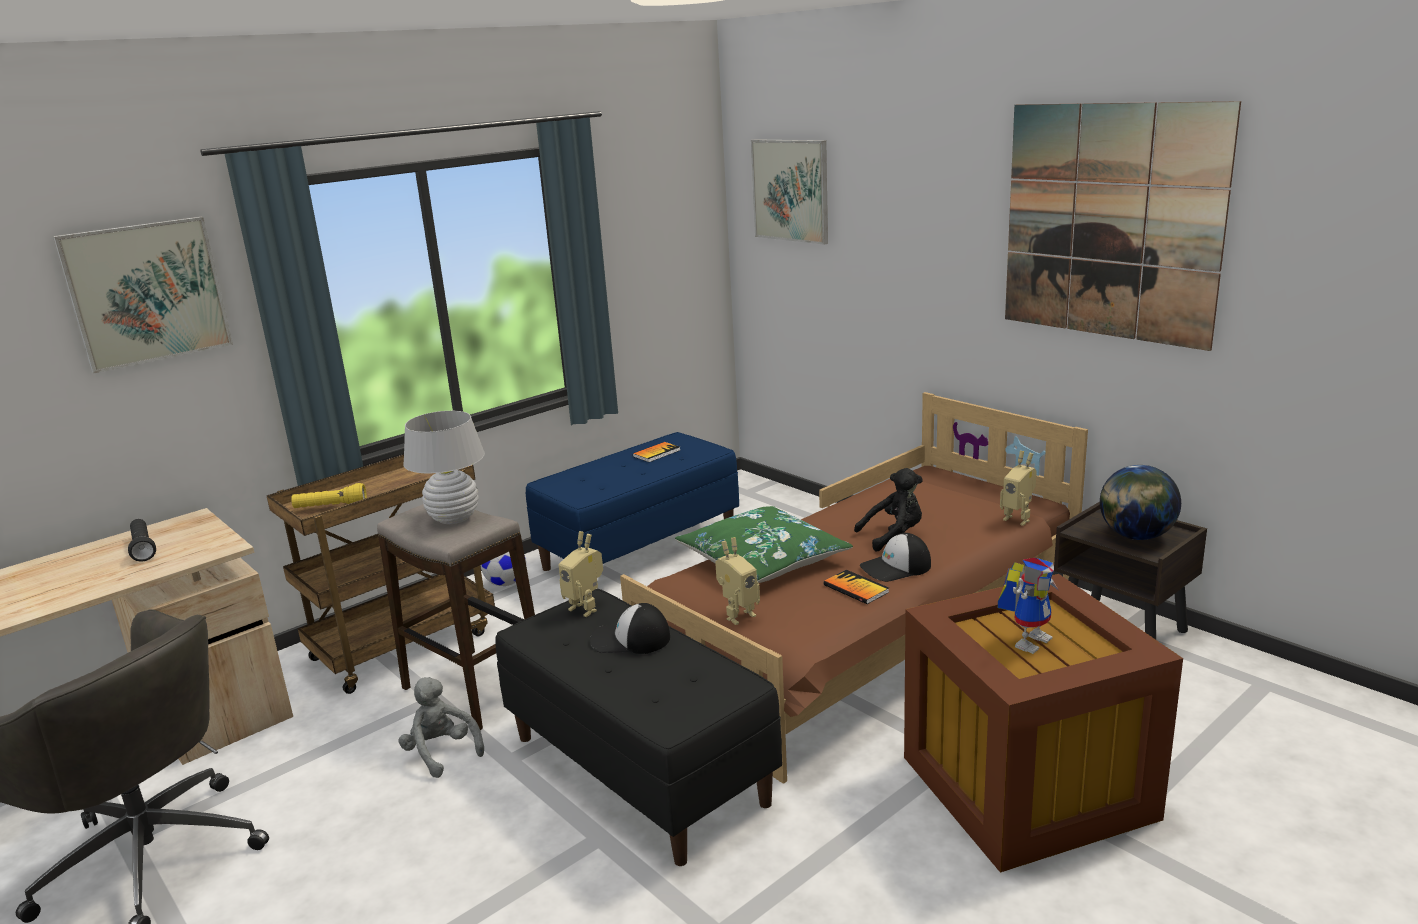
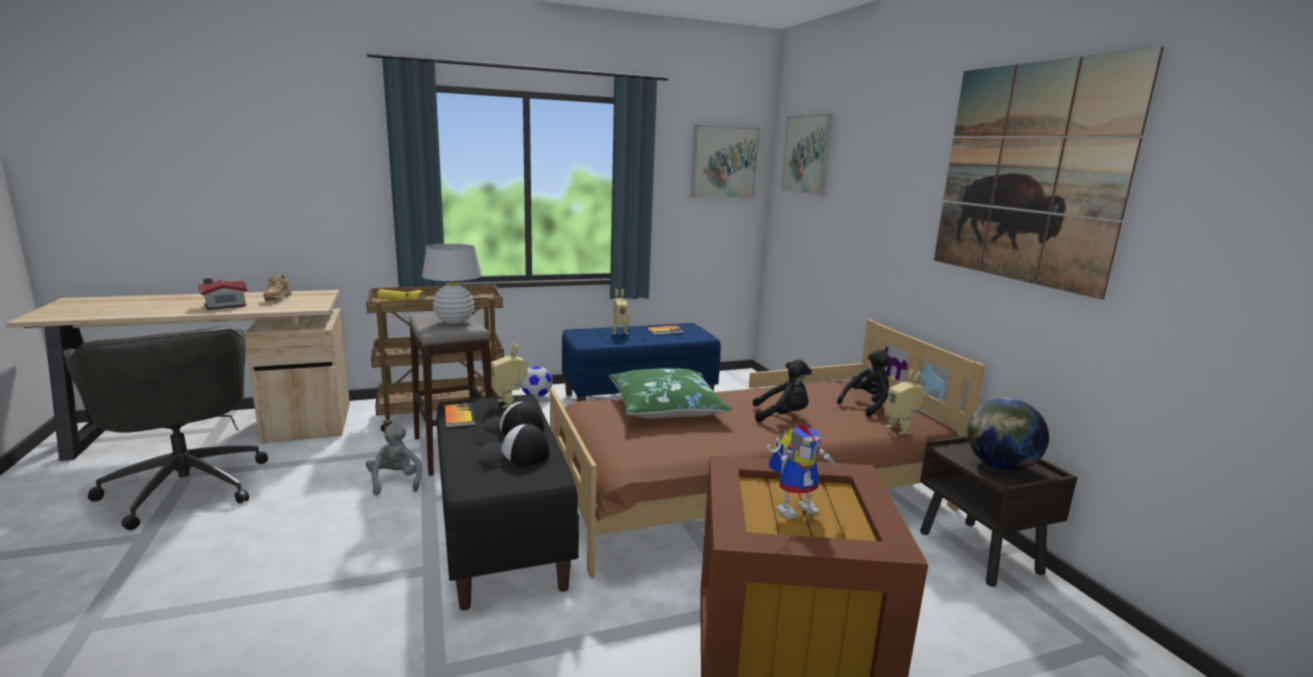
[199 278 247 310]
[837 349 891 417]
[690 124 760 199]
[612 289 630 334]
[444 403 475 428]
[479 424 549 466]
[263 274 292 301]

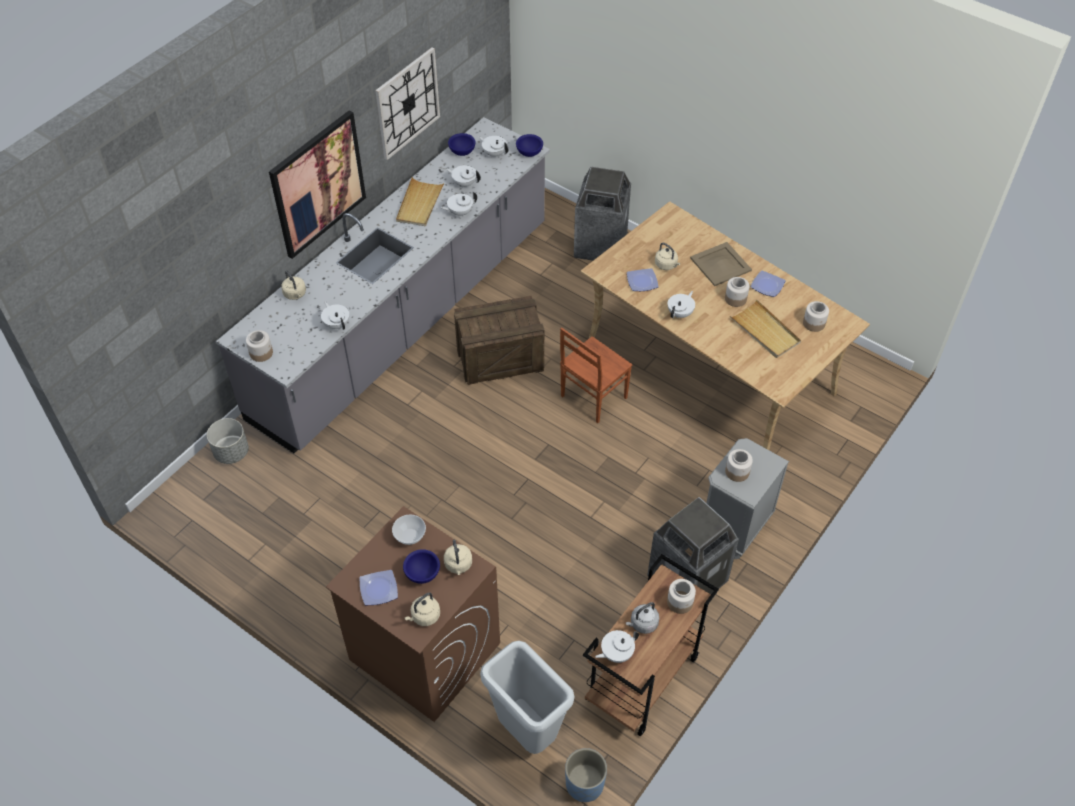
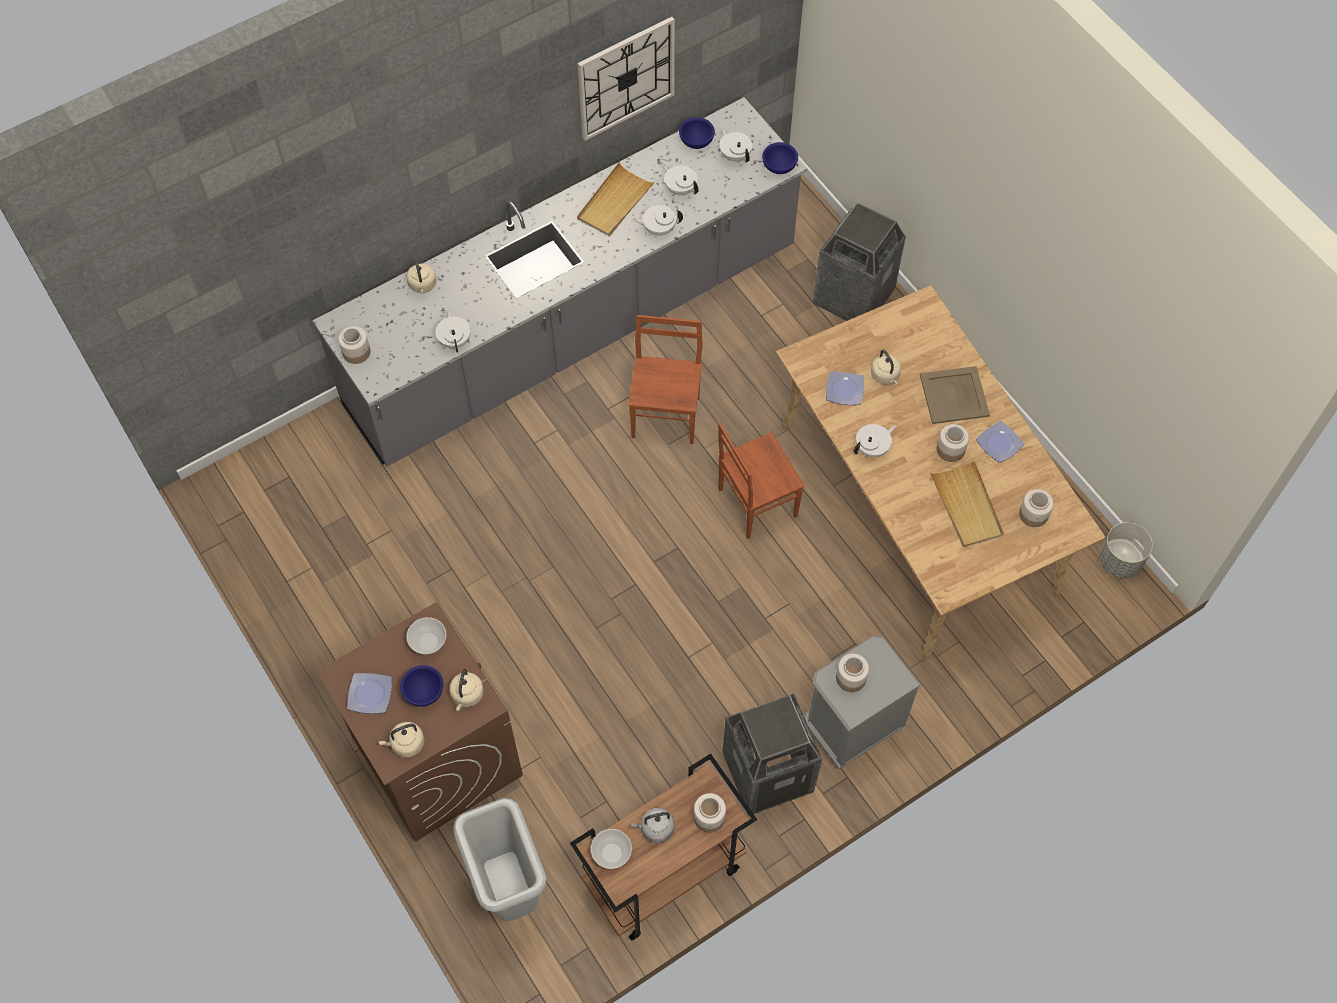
[269 110 366 259] (first image)
[565 748 607 802] (first image)
[1099 522 1153 578]
[628 315 703 444]
[591 829 632 869]

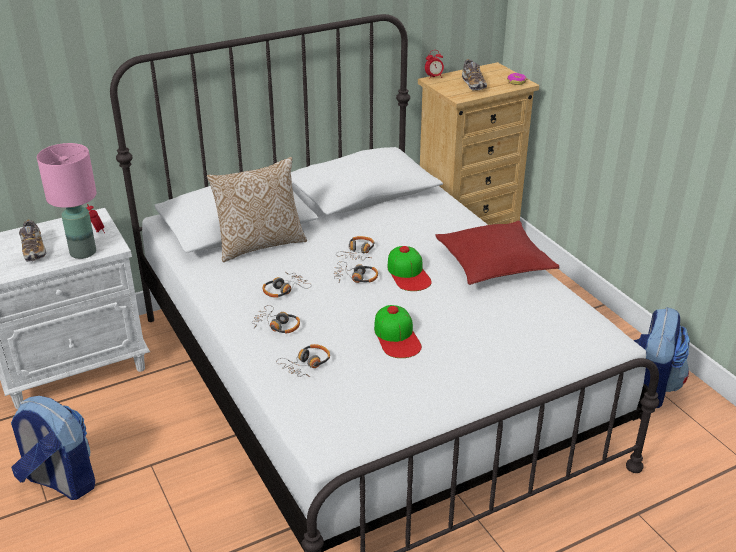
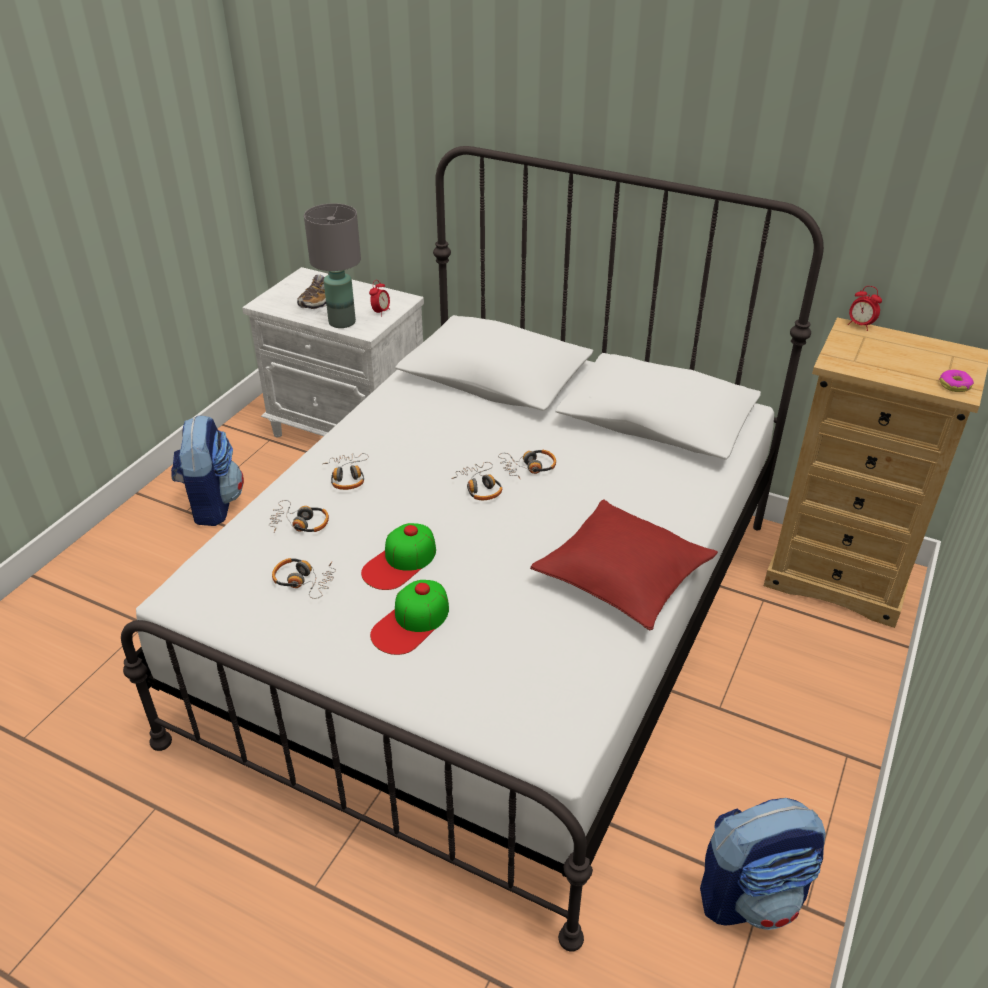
[207 157 307 262] (first image)
[462 59 487 91] (first image)
[272 558 336 599]
[370 580 449 655]
[304 203 361 328]

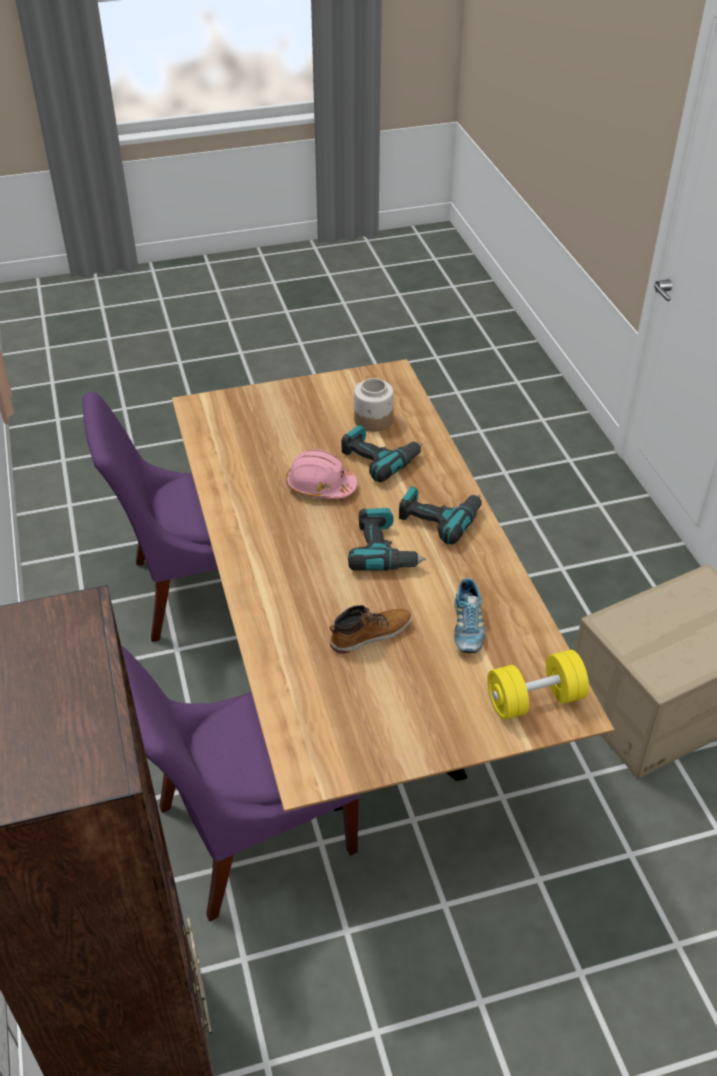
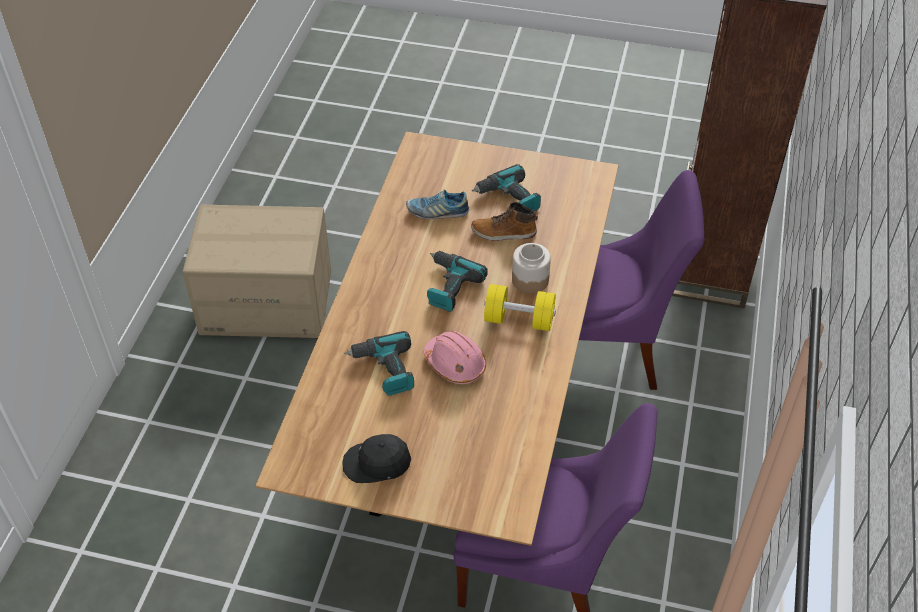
[342 434 411 483]
[512 243 551 294]
[472 164 541 211]
[484 284 556 331]
[406 189 469 219]

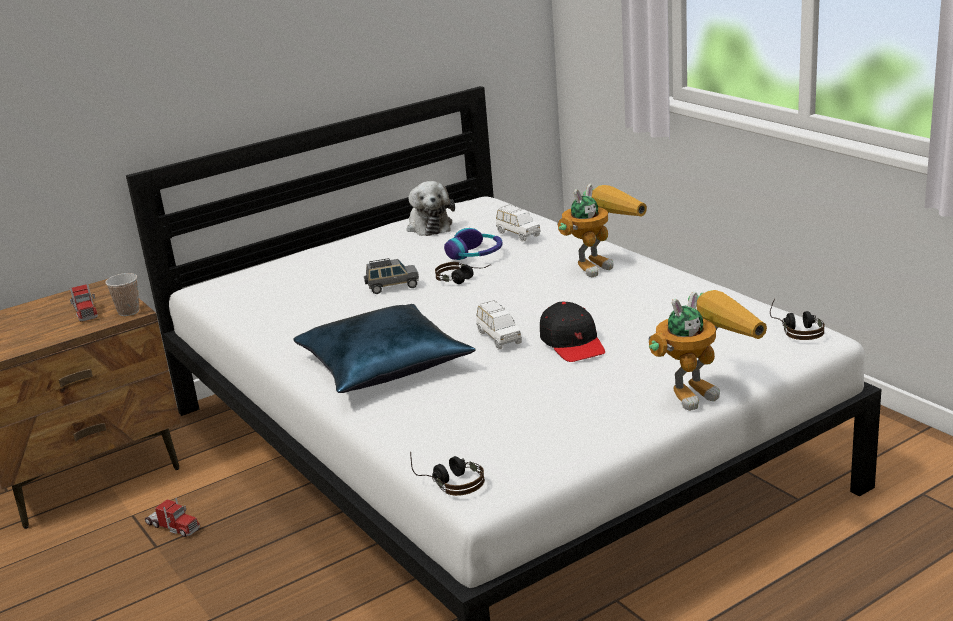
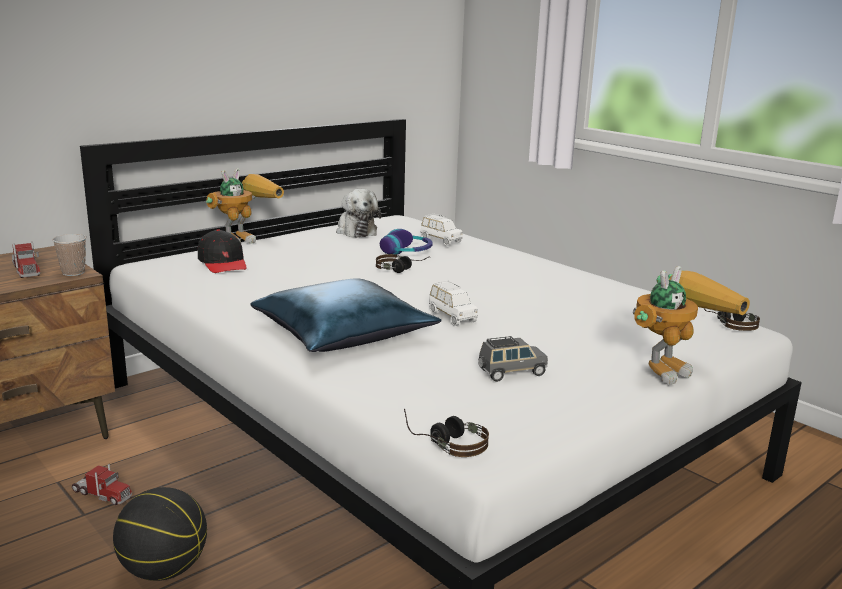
[113 487 207 581]
[478 336 548 382]
[198 229 247 273]
[206 168 284 244]

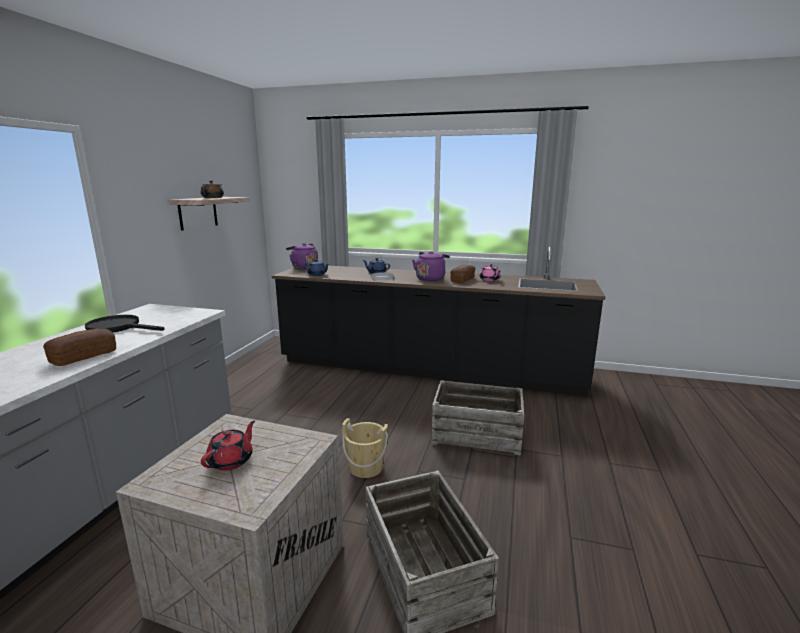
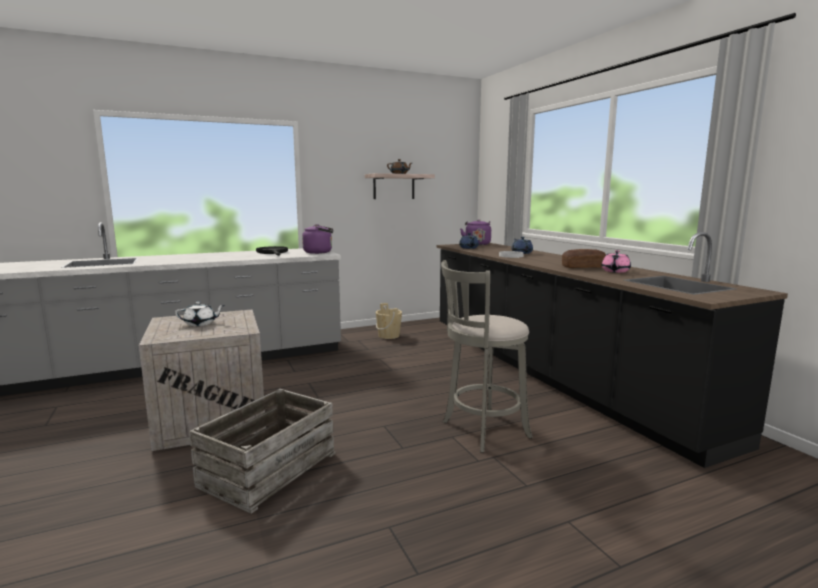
[43 329 116 366] (first image)
[376 303 402 339]
[302 224 333 254]
[441 260 533 453]
[175 301 225 326]

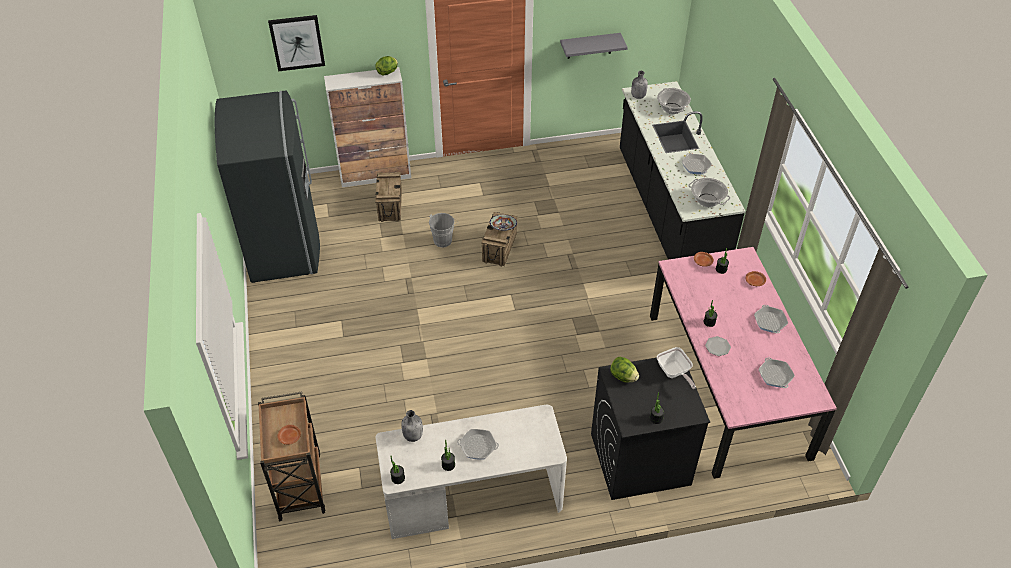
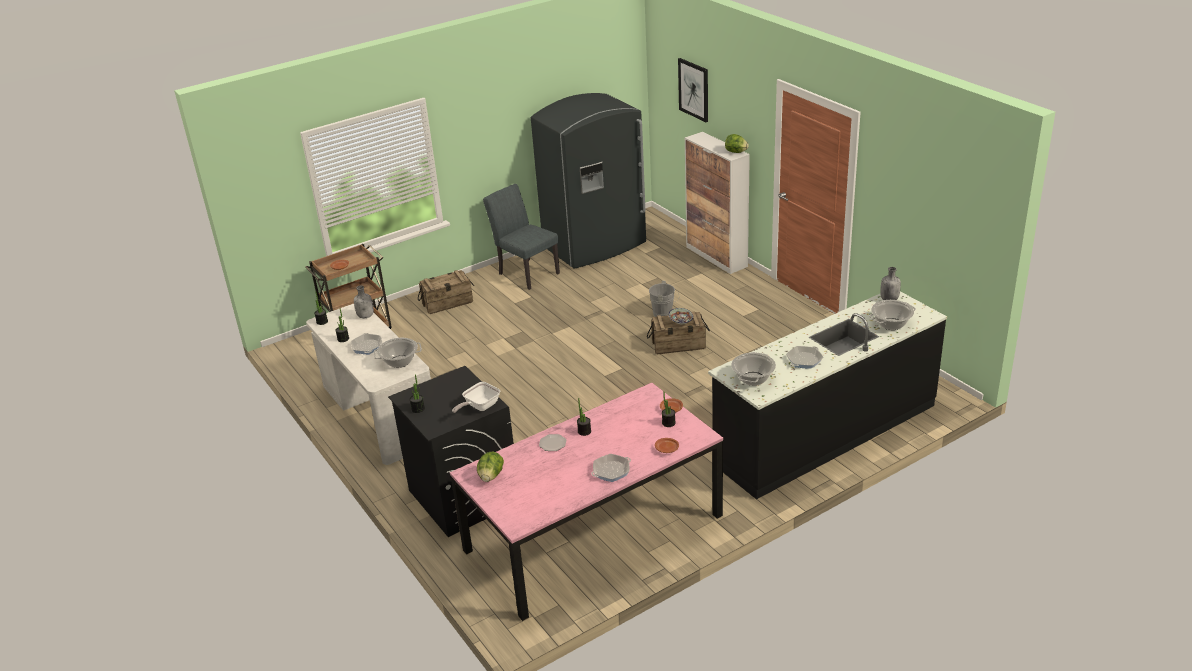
[560 33 628 59] (first image)
[758 358 795 388] (first image)
[374 338 422 368]
[483 184 560 290]
[418 270 474 314]
[477 452 504 482]

